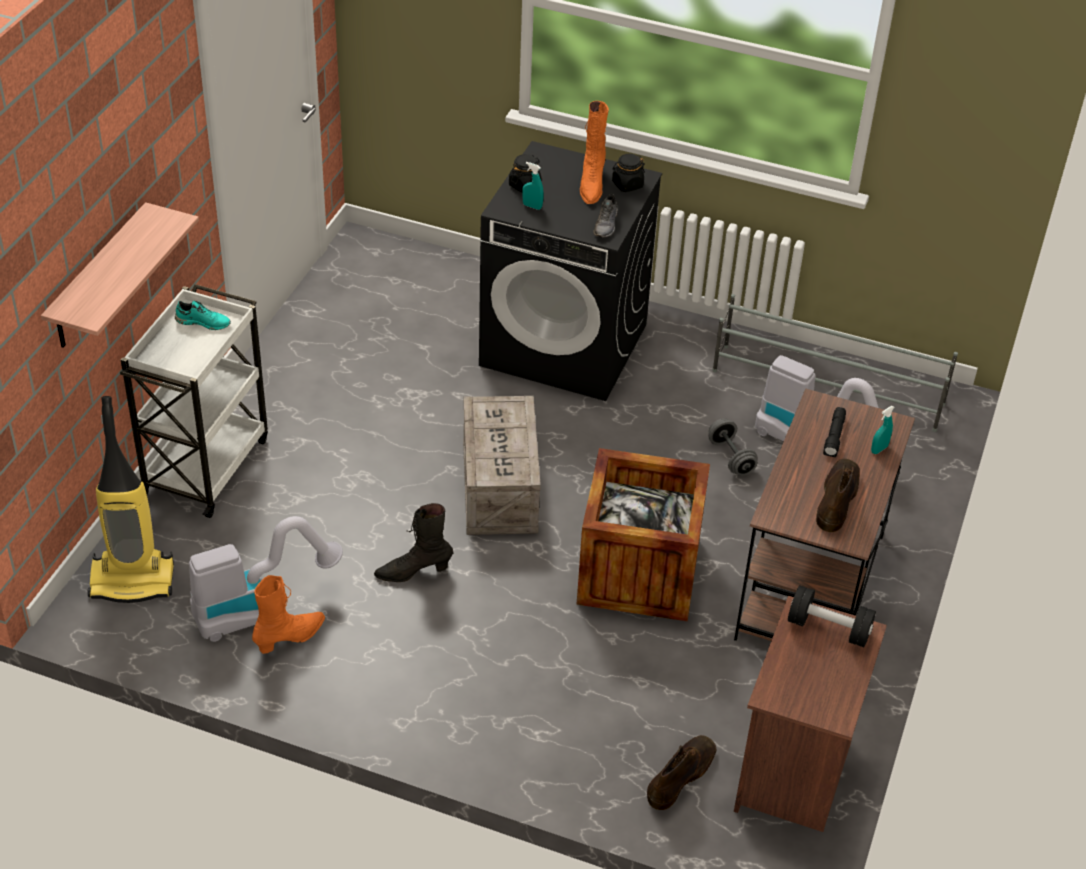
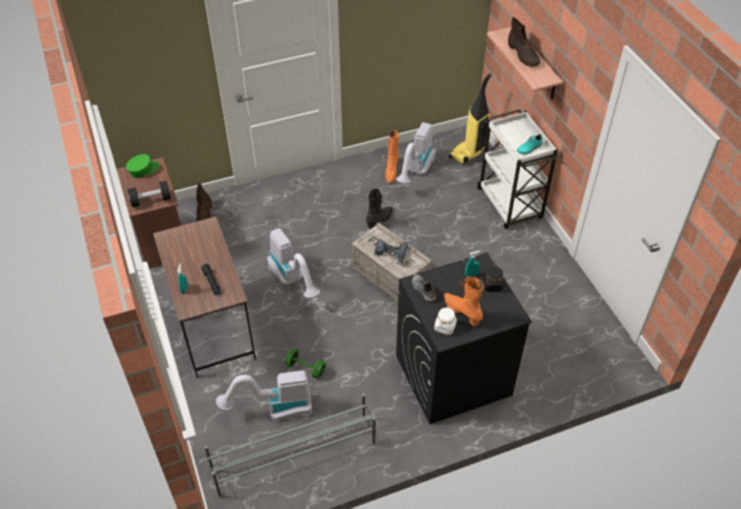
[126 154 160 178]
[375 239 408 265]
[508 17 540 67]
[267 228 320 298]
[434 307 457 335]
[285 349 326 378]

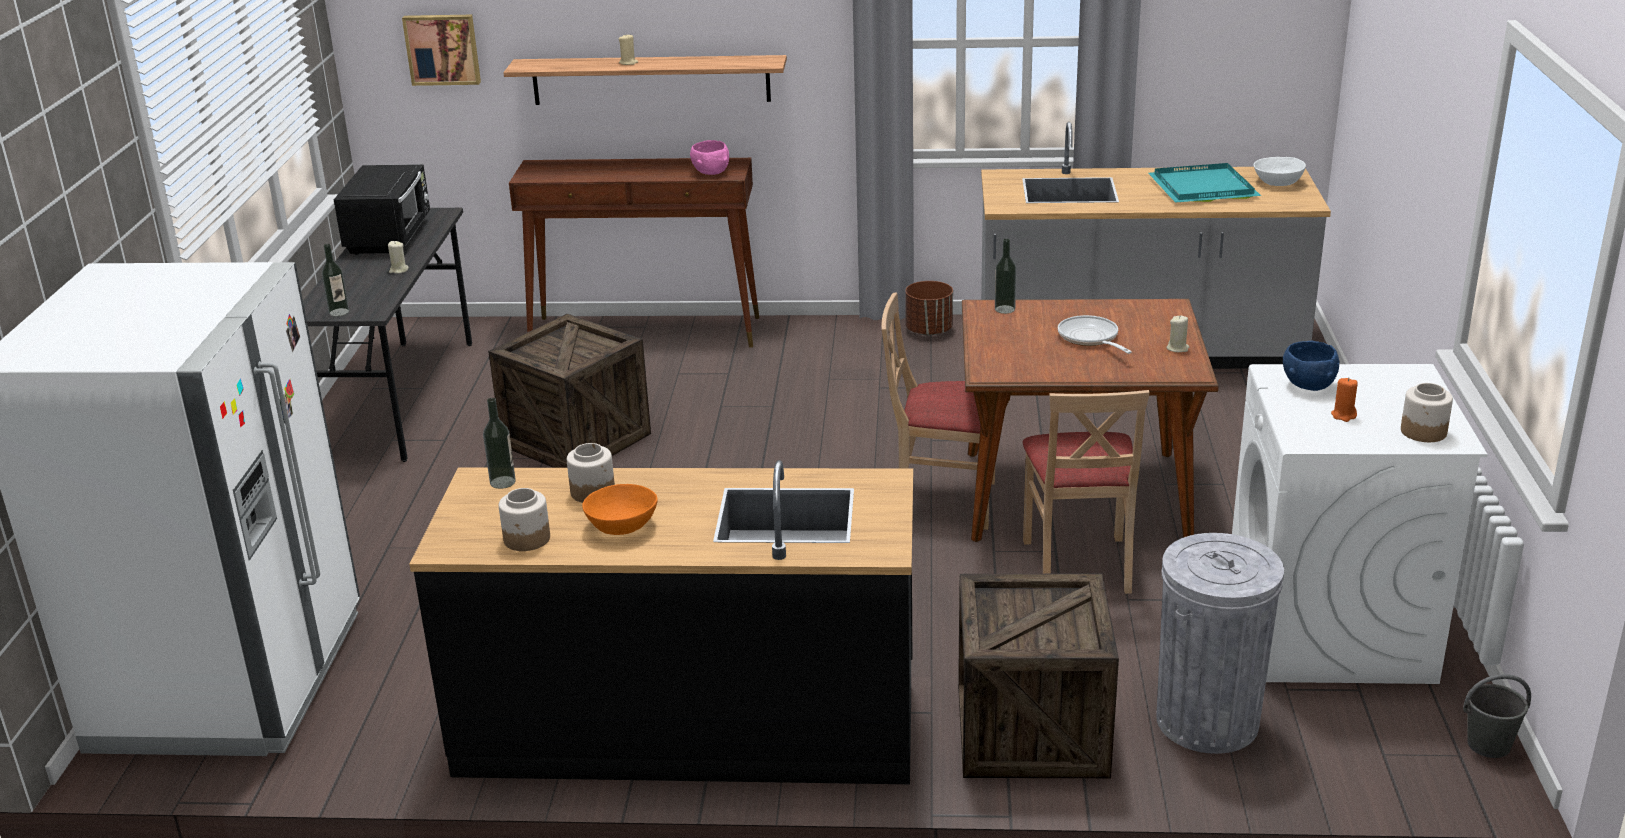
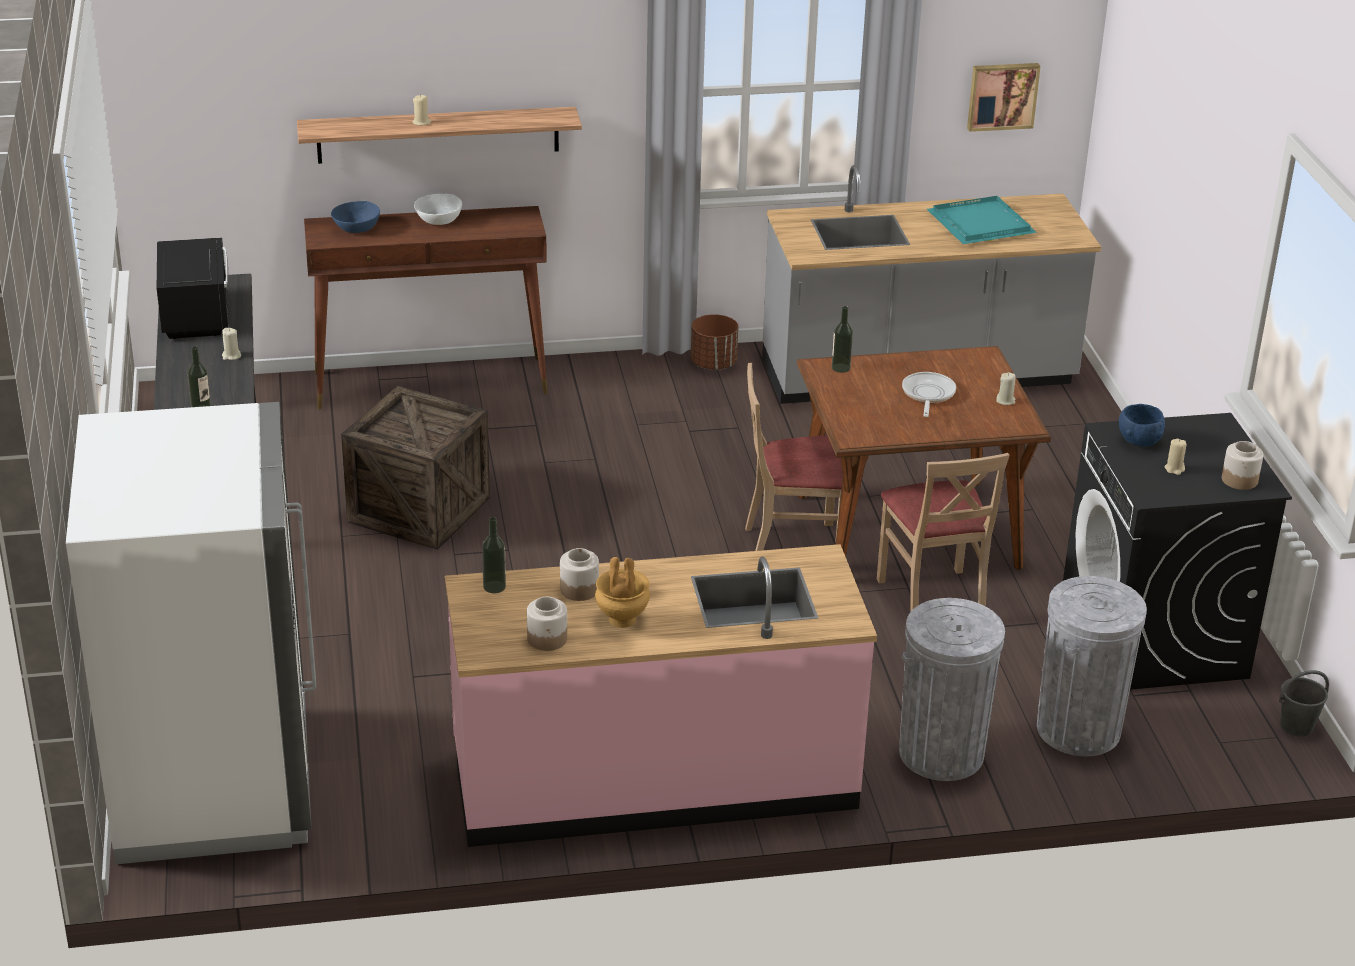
[690 140 729 175] (first image)
[331 201 380 233]
[967 63 1041 132]
[414 194 462 225]
[595 557 650 628]
[899 598 1005 781]
[445 544 877 847]
[1063 413 1292 690]
[1165 439 1187 475]
[902 372 956 417]

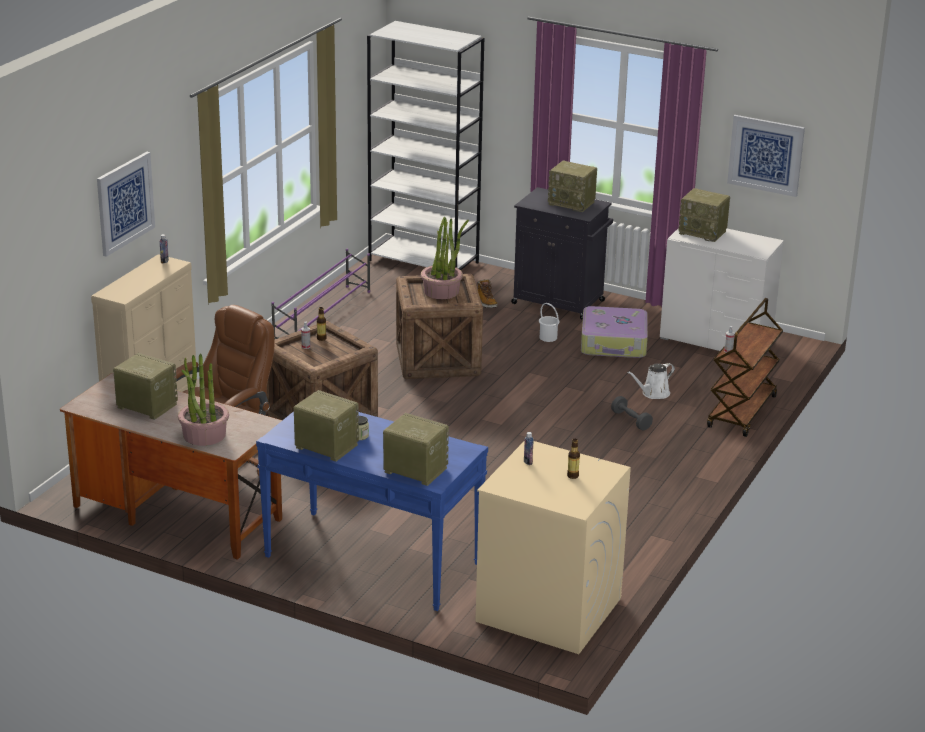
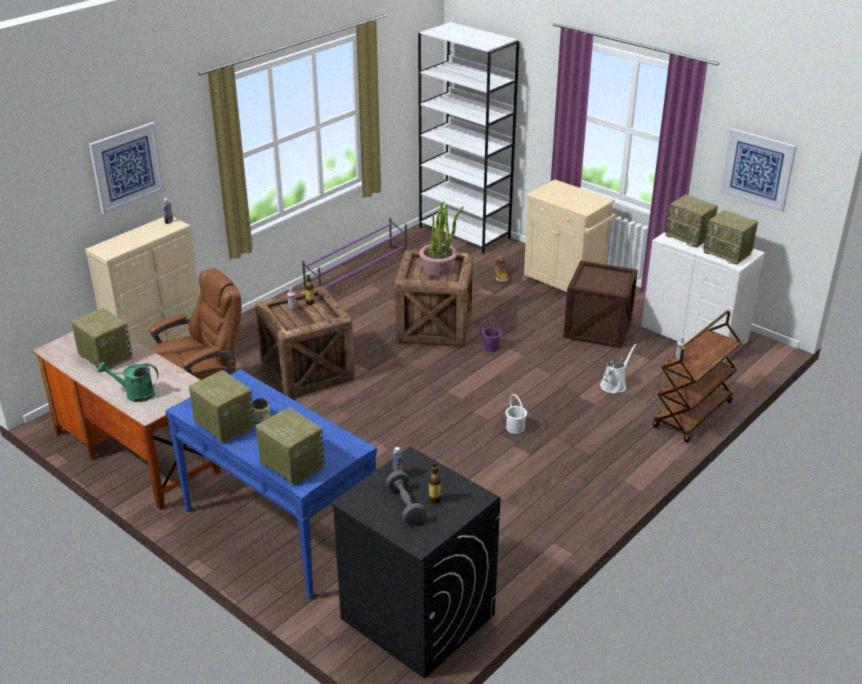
[480 317 504 352]
[505 394 527 434]
[703 210 758 265]
[386 470 426 525]
[97 362 159 402]
[563 261 638 349]
[330 447 500 679]
[522 179 616 292]
[600 344 637 393]

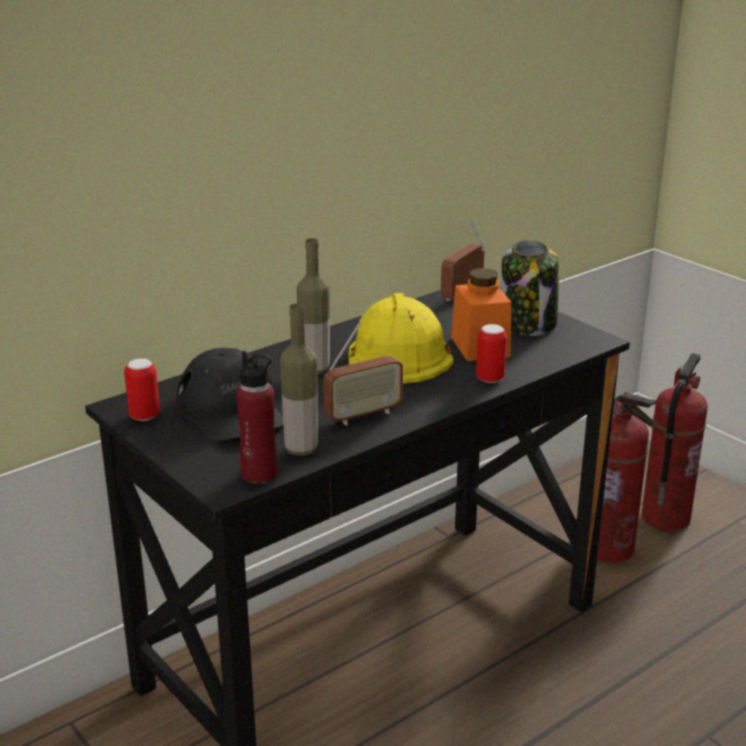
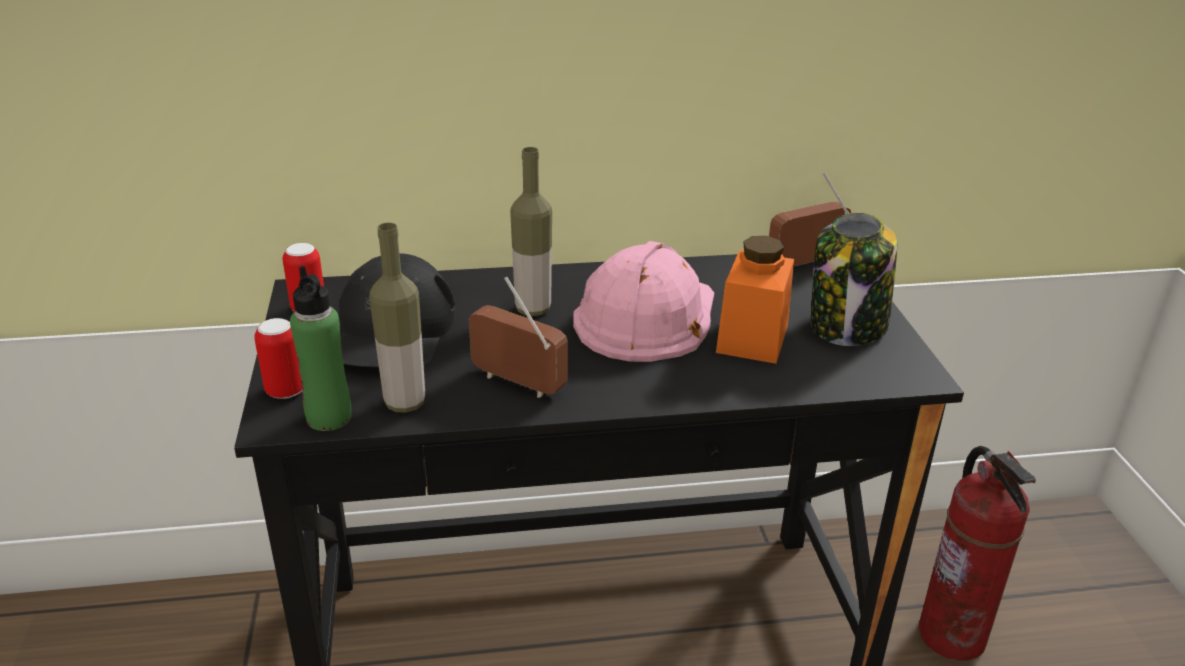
[642 353 708 532] (first image)
[254 318 302 399]
[290 266 352 431]
[573 241 714 362]
[469 277 568 398]

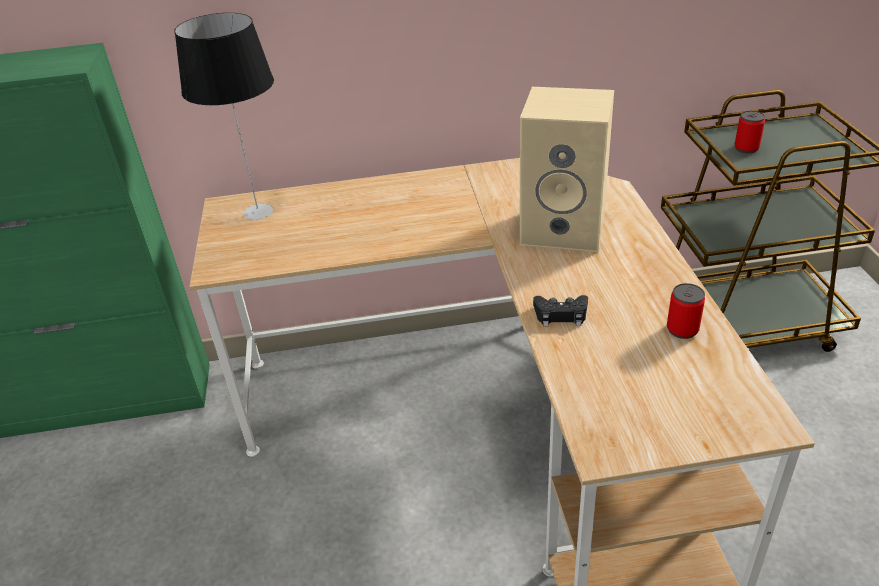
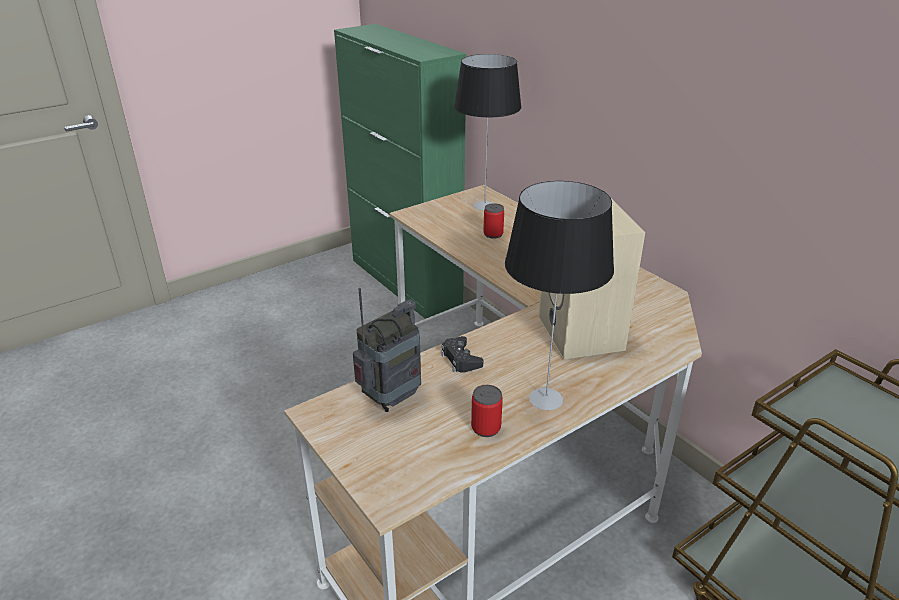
[353 288 421 412]
[505 181 614 410]
[483 203 504 239]

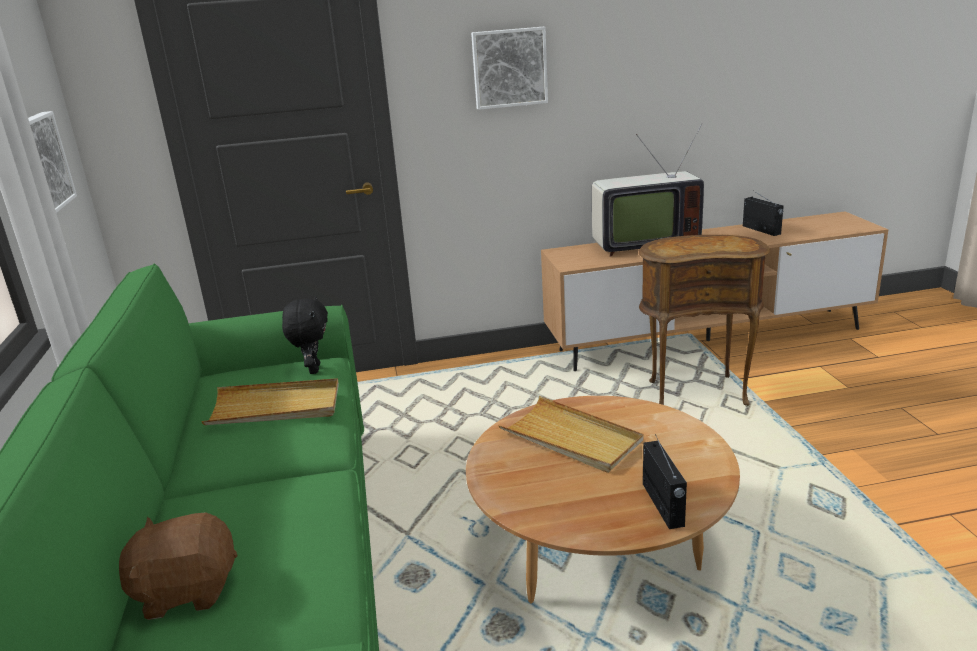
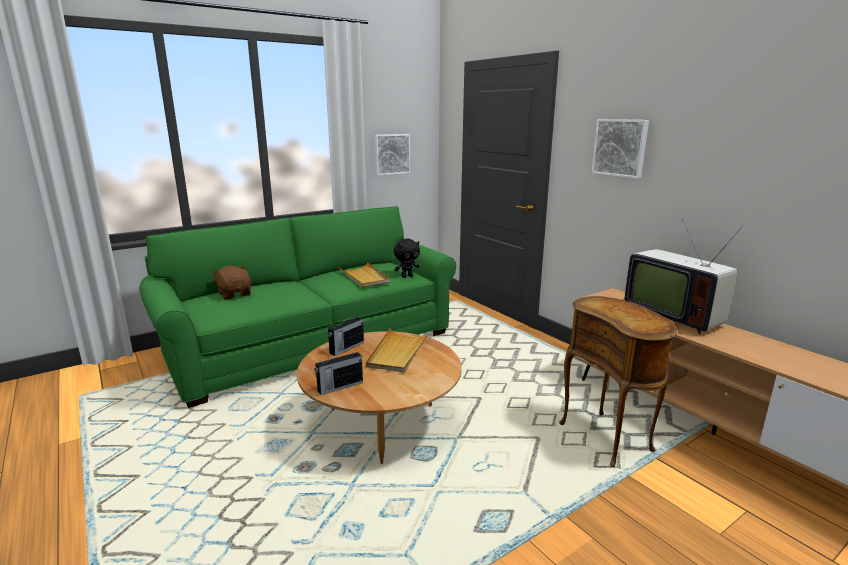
[328 314 364 356]

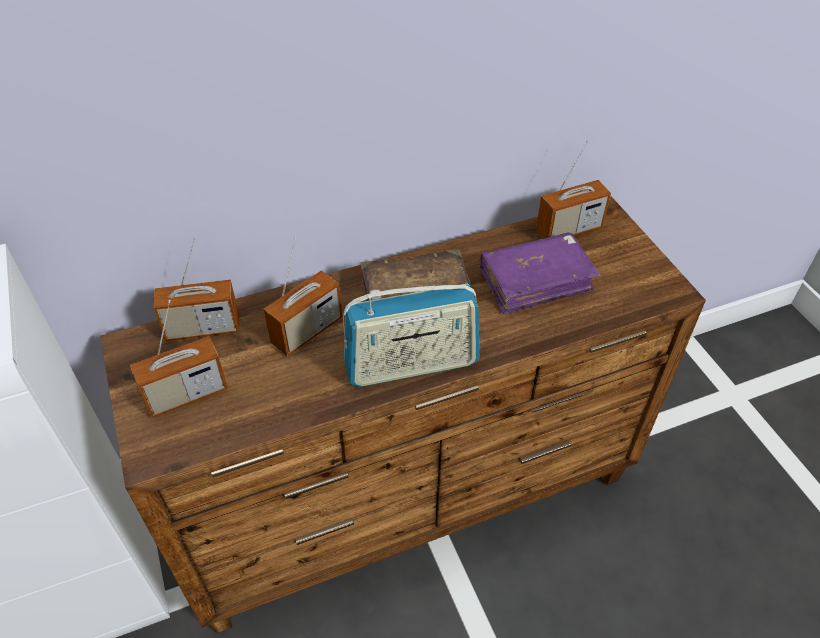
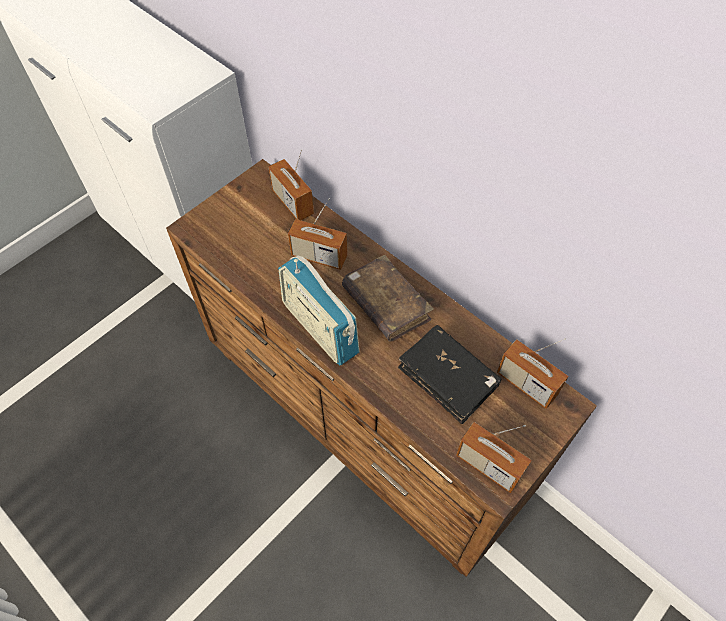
[456 422 532 493]
[398 325 501 424]

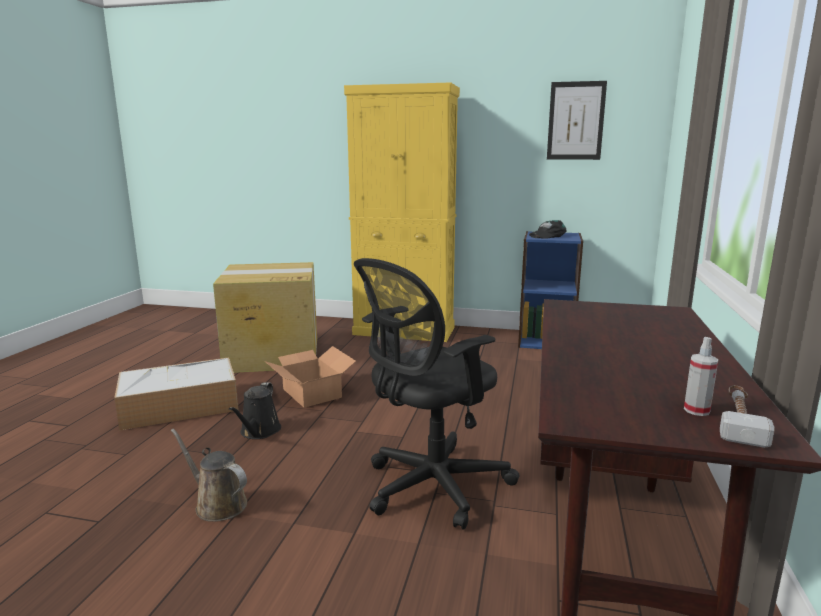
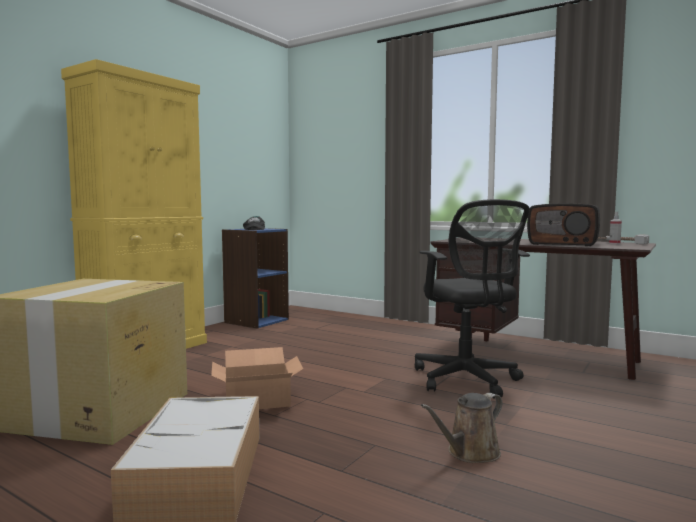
[229 382 281 439] (first image)
[547 81 607 160] (first image)
[527 203 600 246]

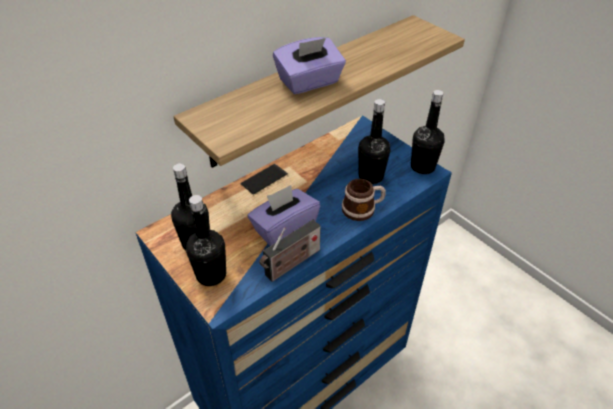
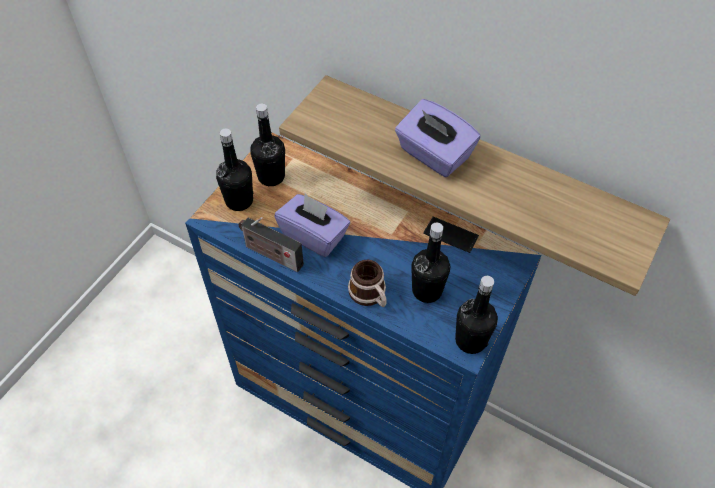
[423 217 479 253]

